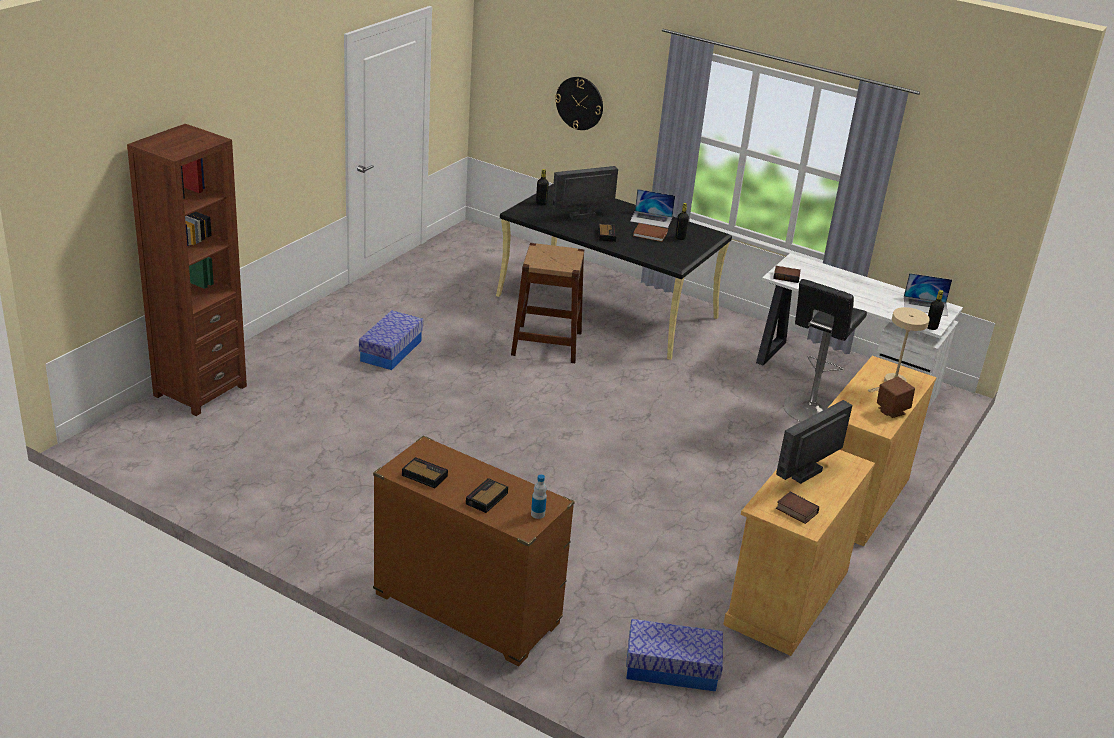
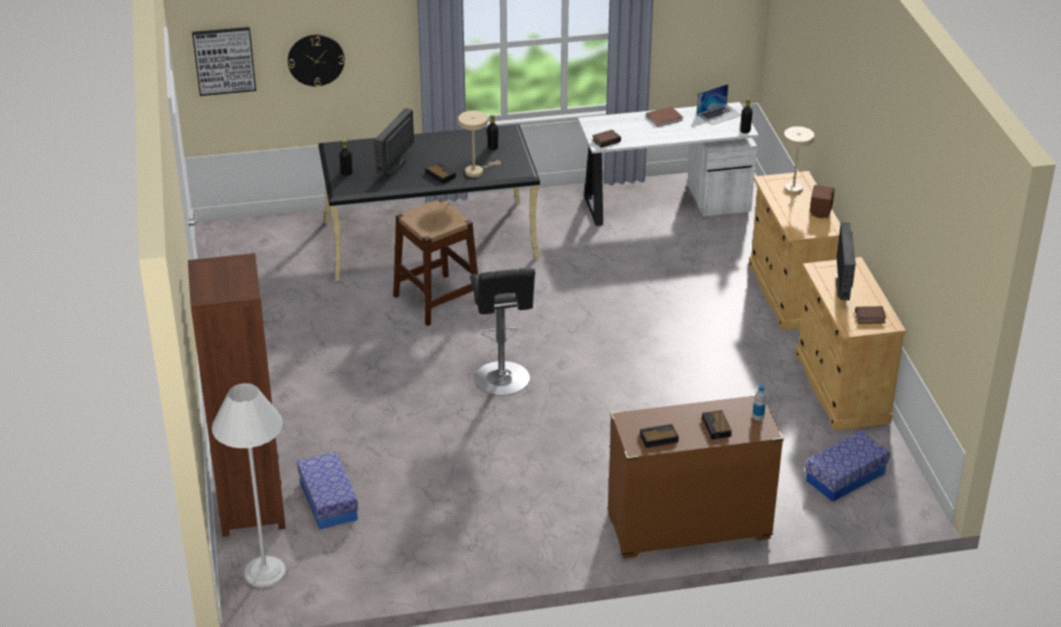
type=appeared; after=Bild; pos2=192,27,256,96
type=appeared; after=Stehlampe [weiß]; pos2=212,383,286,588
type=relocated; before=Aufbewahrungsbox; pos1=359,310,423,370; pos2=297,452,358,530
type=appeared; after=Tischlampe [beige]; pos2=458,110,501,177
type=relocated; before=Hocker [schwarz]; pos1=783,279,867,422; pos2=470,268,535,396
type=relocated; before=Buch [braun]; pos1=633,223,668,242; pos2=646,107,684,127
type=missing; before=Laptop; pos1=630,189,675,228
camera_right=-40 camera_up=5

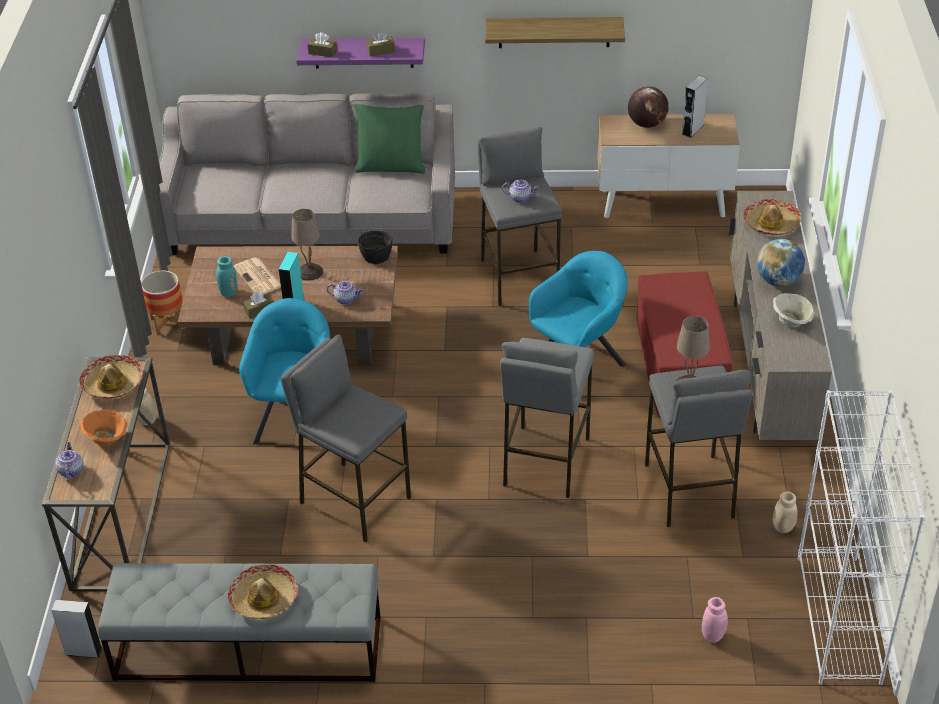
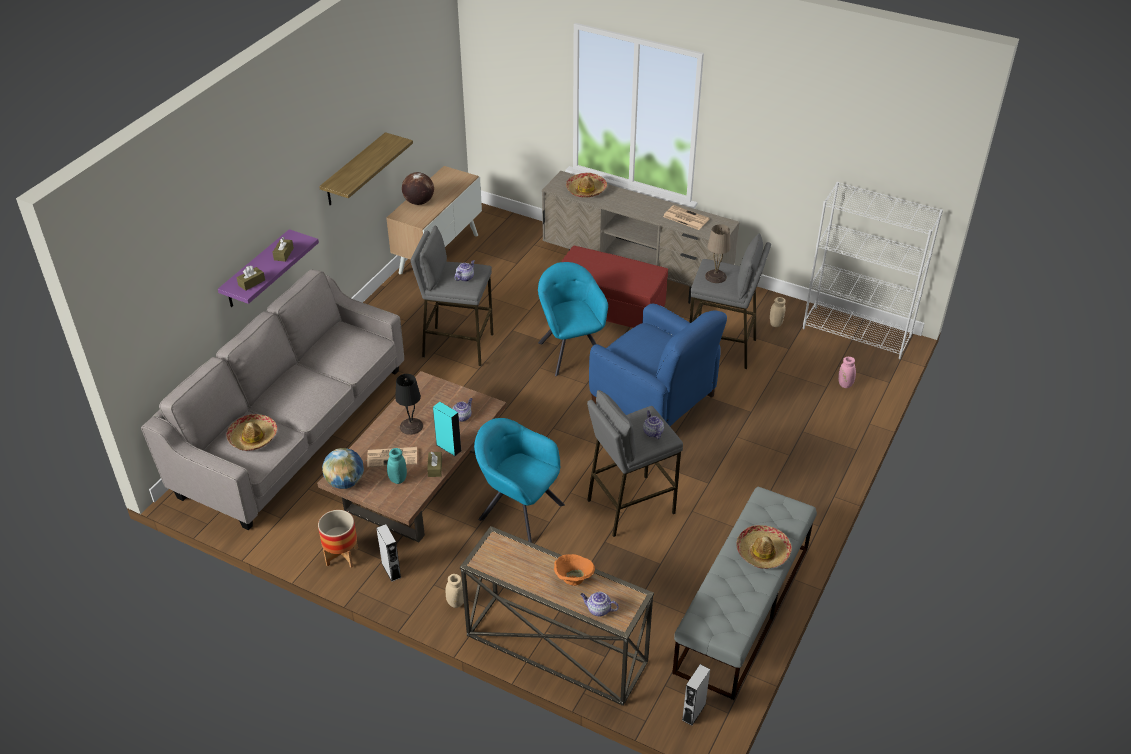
type=relocated; before=Hut; pos1=79,355,143,399; pos2=226,414,277,451
type=relocated; before=Globus; pos1=757,239,805,287; pos2=322,448,364,489
type=relocated; before=Lautsprecher [grau]; pos1=682,76,708,138; pos2=376,524,401,582
type=colour; before=Tischlampe [beige]; after=Tischlampe [schwarz]; pos1=291,209,323,281; pos2=395,374,423,435
type=exchanged; before=Hocker [grau]; after=Sessel [blau]; pos1=500,338,594,498; pos2=589,304,727,426
type=appeared; after=Teekanne; pos2=643,411,664,439
type=exchanged; before=Schüssel [beige]; after=Zeitung; pos1=773,293,815,327; pos2=663,205,710,230
type=missing; before=Kissen [grün]; pos1=354,104,425,174
type=missing; before=Schüssel [schwarz]; pos1=358,231,392,264
camera_right=-65 camera_up=0

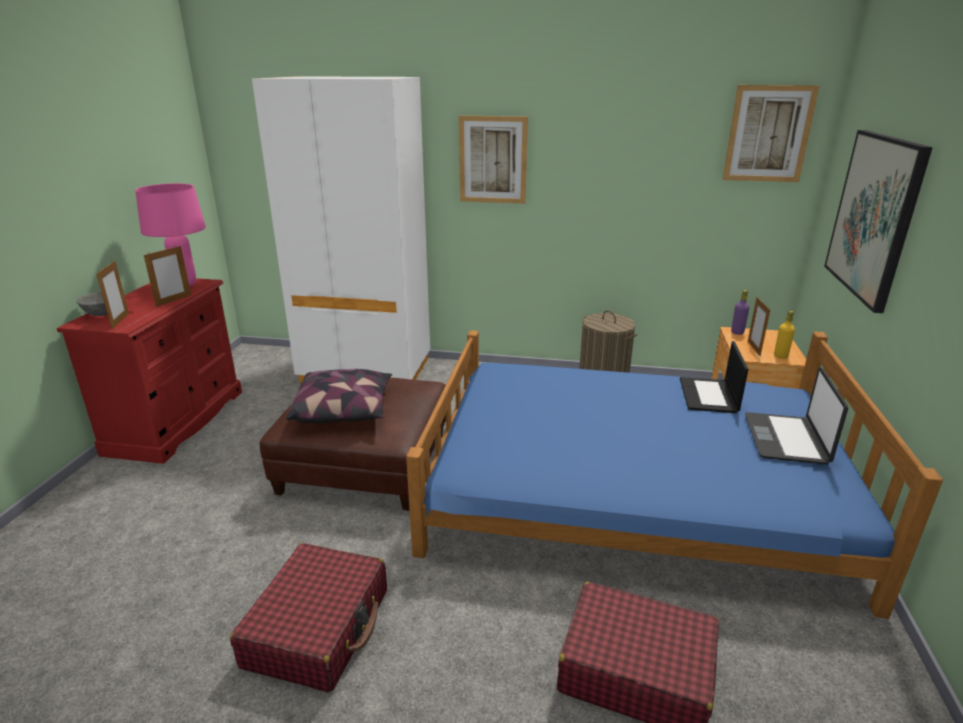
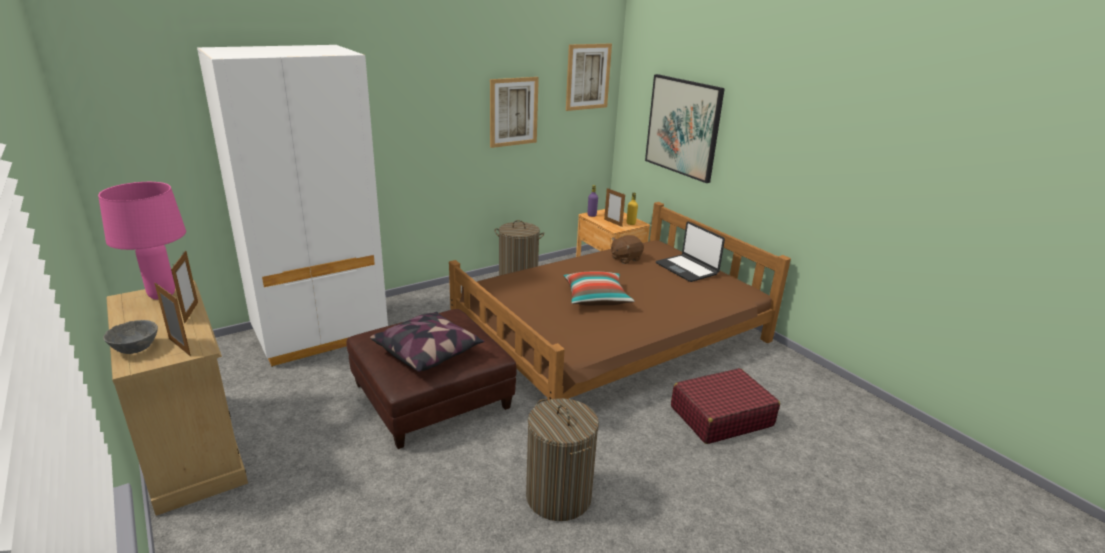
type=colour; before=Kommode [rot]; after=Kommode [beige]; pos1=57,278,242,464; pos2=106,280,248,516
type=colour; before=Bett [blau]; after=Bett [braun]; pos1=406,330,943,619; pos2=449,202,791,400
type=relocated; before=Bild; pos1=459,116,528,204; pos2=490,77,539,148
type=exchanged; before=Koffer [rot]; after=Wäschekorb; pos1=230,543,387,692; pos2=526,398,599,521
type=appeared; after=Kissen; pos2=563,272,634,306
type=exchanged; before=Laptop; after=Plüschtier [braun]; pos1=680,341,749,413; pos2=611,235,644,264
camera_right=-45 camera_up=0

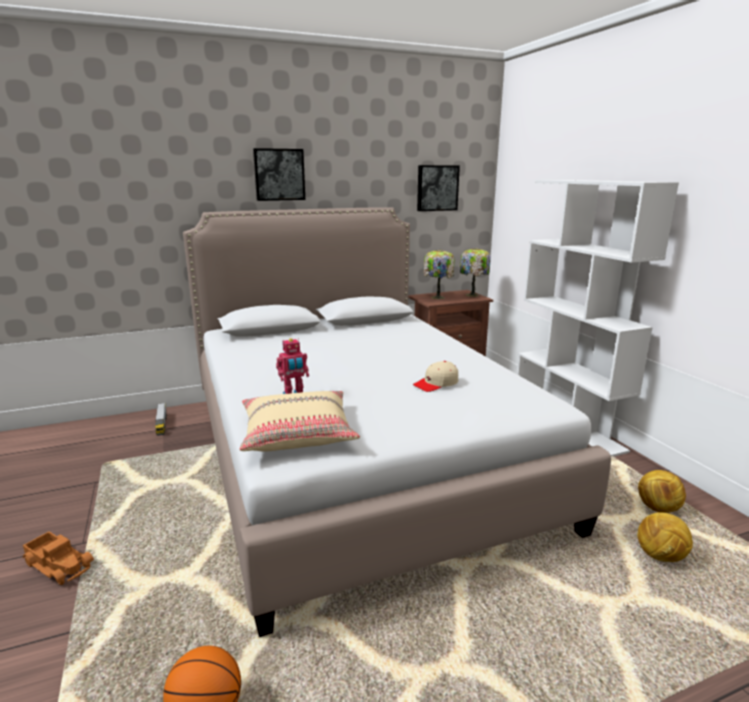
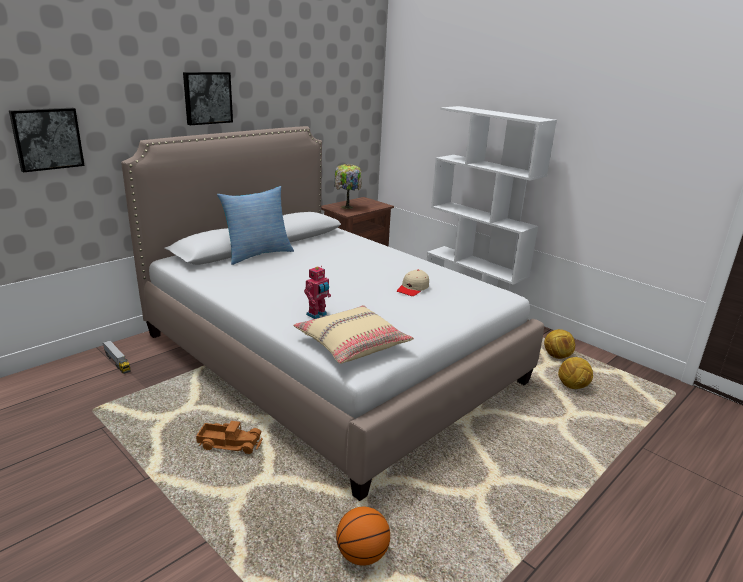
type=relocated; before=Bild; pos1=417,165,460,211; pos2=9,108,85,172
type=relocated; before=Spielzeuglaster; pos1=23,531,94,585; pos2=196,421,263,454
type=appeared; after=Kissen; pos2=217,186,294,265
type=missing; before=Tischlampe; pos1=460,248,491,297
camera_right=-25 camera_up=5

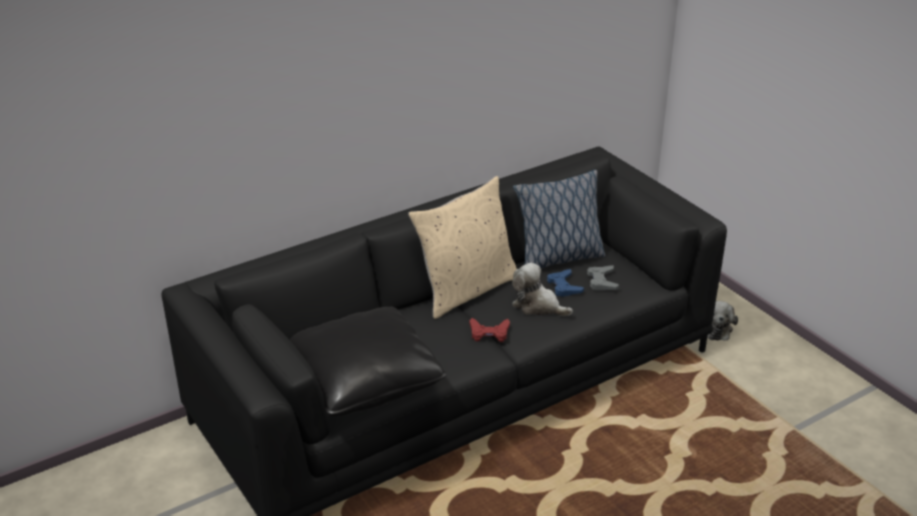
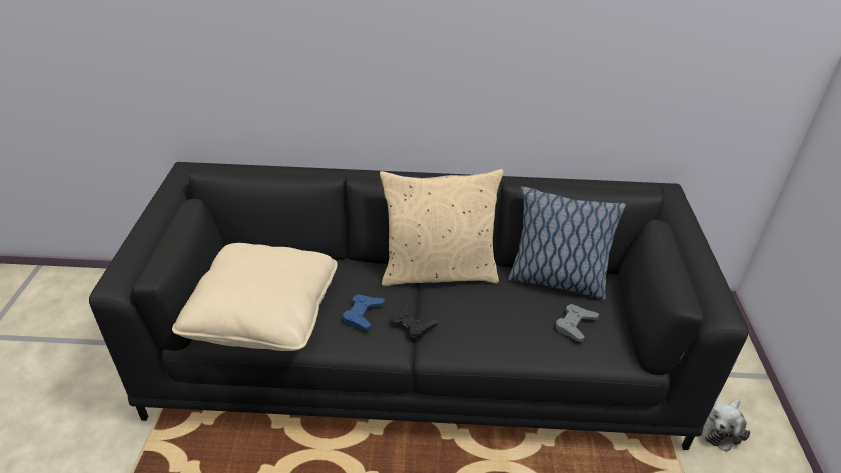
type=colour; before=Kissen [schwarz]; after=Kissen [beige]; pos1=290,307,447,417; pos2=172,243,338,351
type=relocated; before=Gamepad [blau]; pos1=547,269,584,297; pos2=343,294,385,330
type=colour; before=Gamepad [rot]; after=Gamepad [schwarz]; pos1=469,318,510,342; pos2=390,301,438,339
type=missing; before=Plüschtier; pos1=512,263,573,316
camera_right=35 camera_up=5

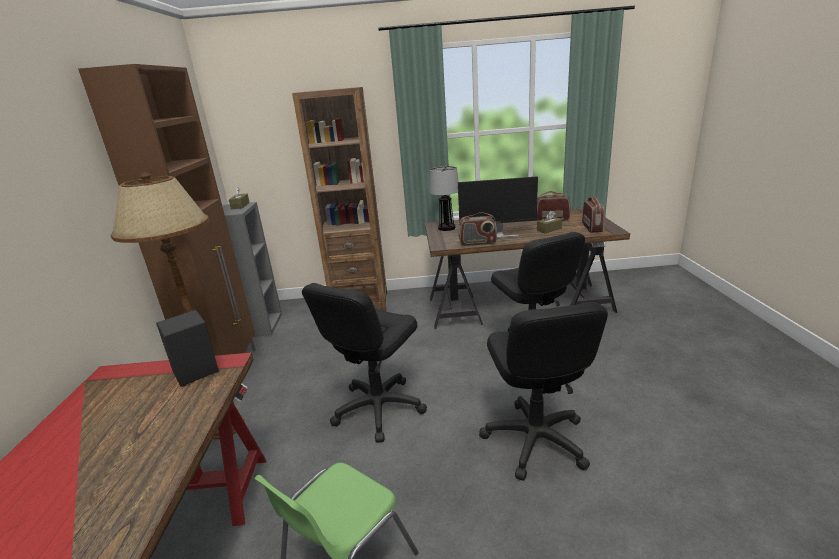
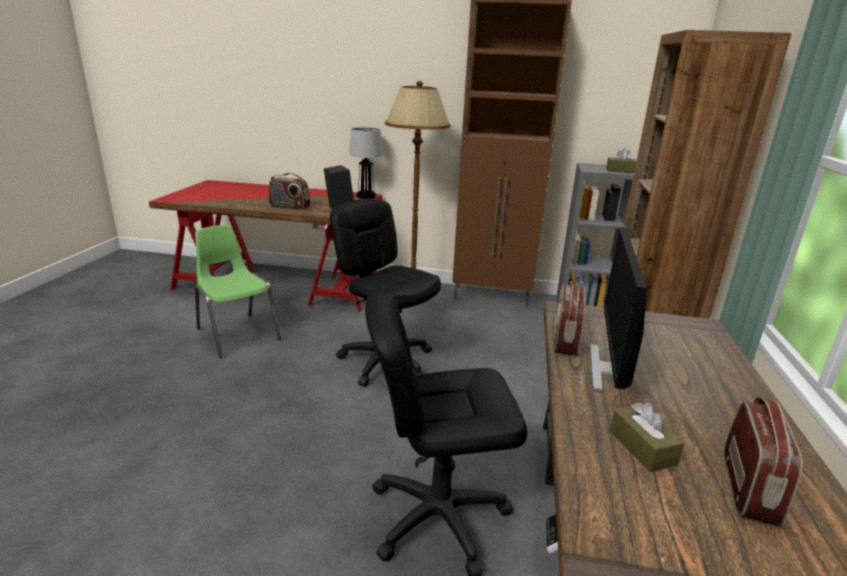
type=relocated; before=Radio; pos1=582,196,604,232; pos2=269,173,310,210
type=relocated; before=Tischlampe; pos1=430,166,459,231; pos2=349,127,383,199
type=missing; before=Bürostuhl [schwarz]; pos1=479,302,608,481
camera_right=100 camera_up=0

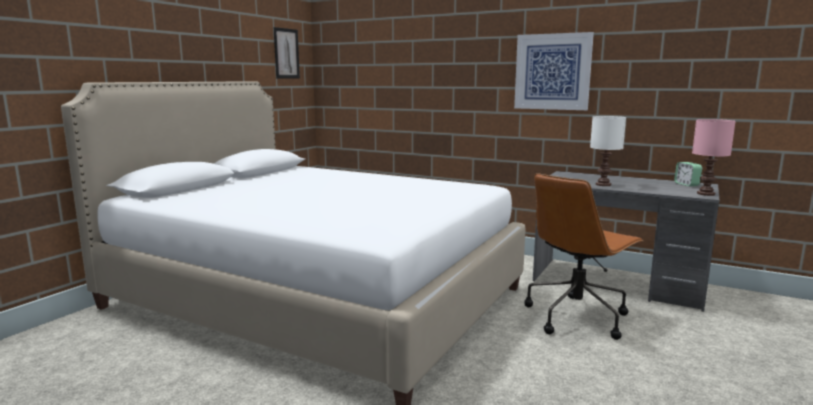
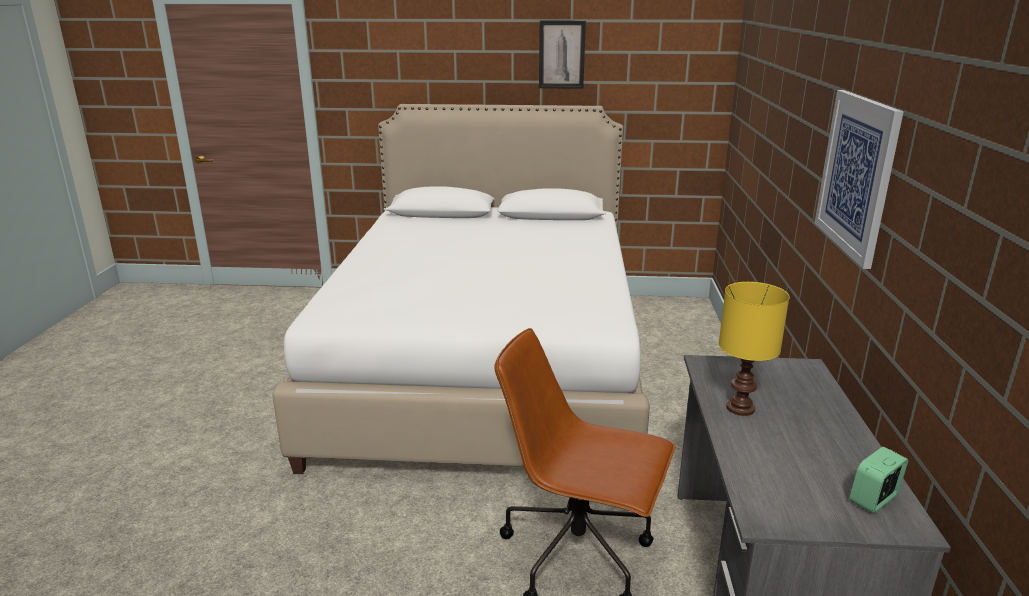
type=relocated; before=Bild; pos1=273,27,300,78; pos2=539,20,586,89
type=colour; before=Tischlampe [weiß]; after=Tischlampe [gelb]; pos1=590,116,626,186; pos2=719,282,790,416
type=missing; before=Tischlampe [rosa]; pos1=692,119,736,196
camera_right=65 camera_up=10

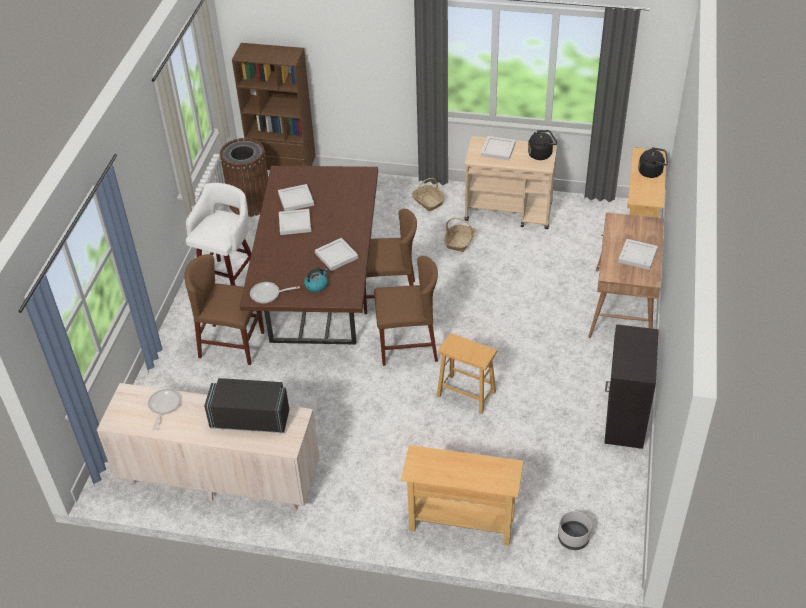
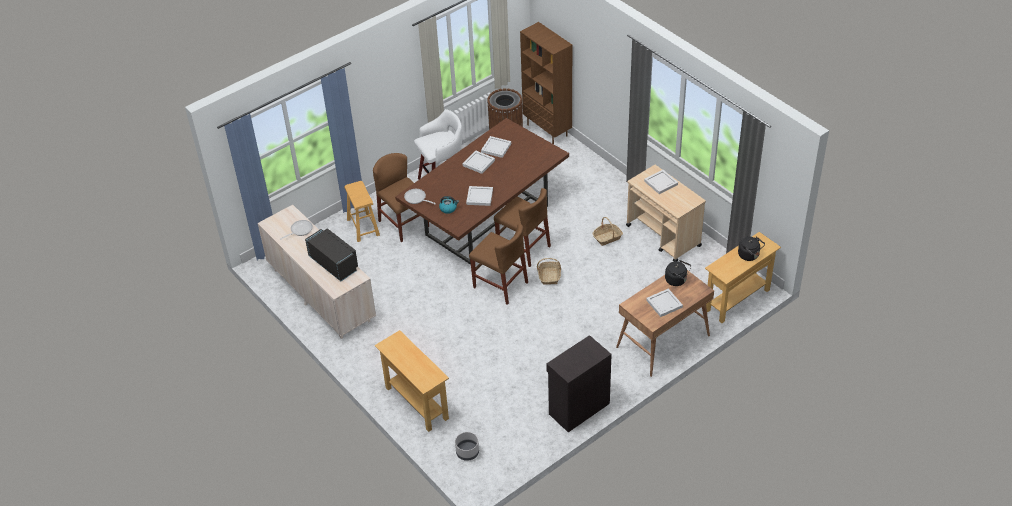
type=relocated; before=Hocker [braun]; pos1=437,334,497,414; pos2=344,181,380,242
type=relocated; before=Korb; pos1=412,178,445,211; pos2=537,258,561,285
type=relocated; before=Wasserkessel [schwarz]; pos1=528,130,557,160; pos2=665,260,691,286
camera_right=40 camera_up=0

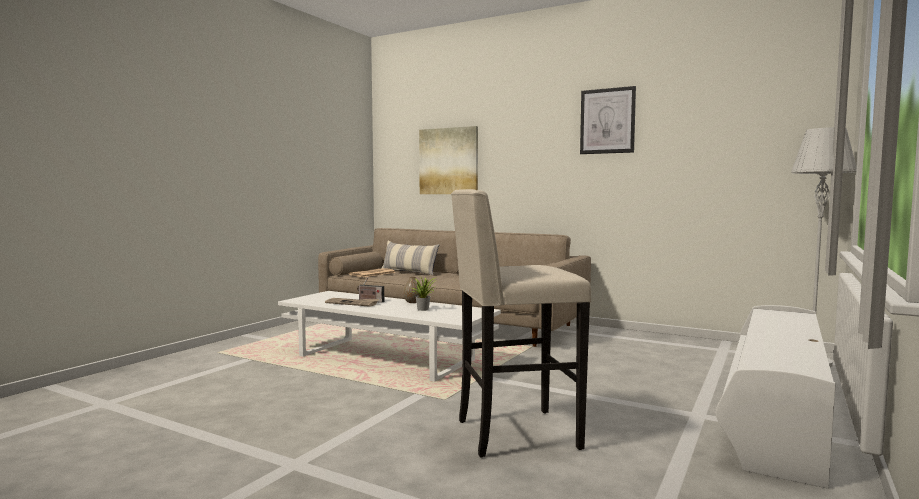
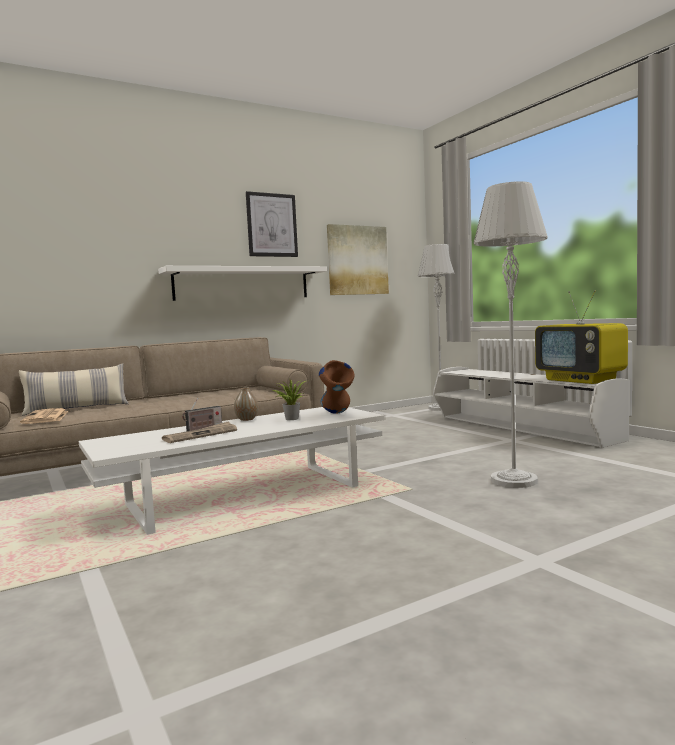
type=appeared; after=Wandregal [weiß]; pos2=158,266,327,301
type=appeared; after=Vase [braun]; pos2=319,360,354,414
type=relocated; before=Bild; pos1=419,126,478,194; pos2=327,224,389,295
type=exchanged; before=Hocker [beige]; after=Stehlampe [grau]; pos1=451,189,591,458; pos2=473,181,548,488
type=appeared; after=Fernseher; pos2=535,290,628,384
camera_right=-60 camera_up=0

